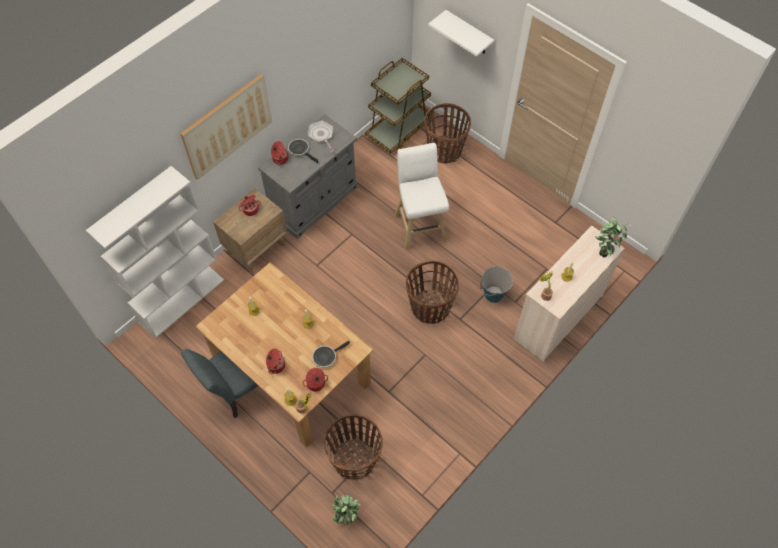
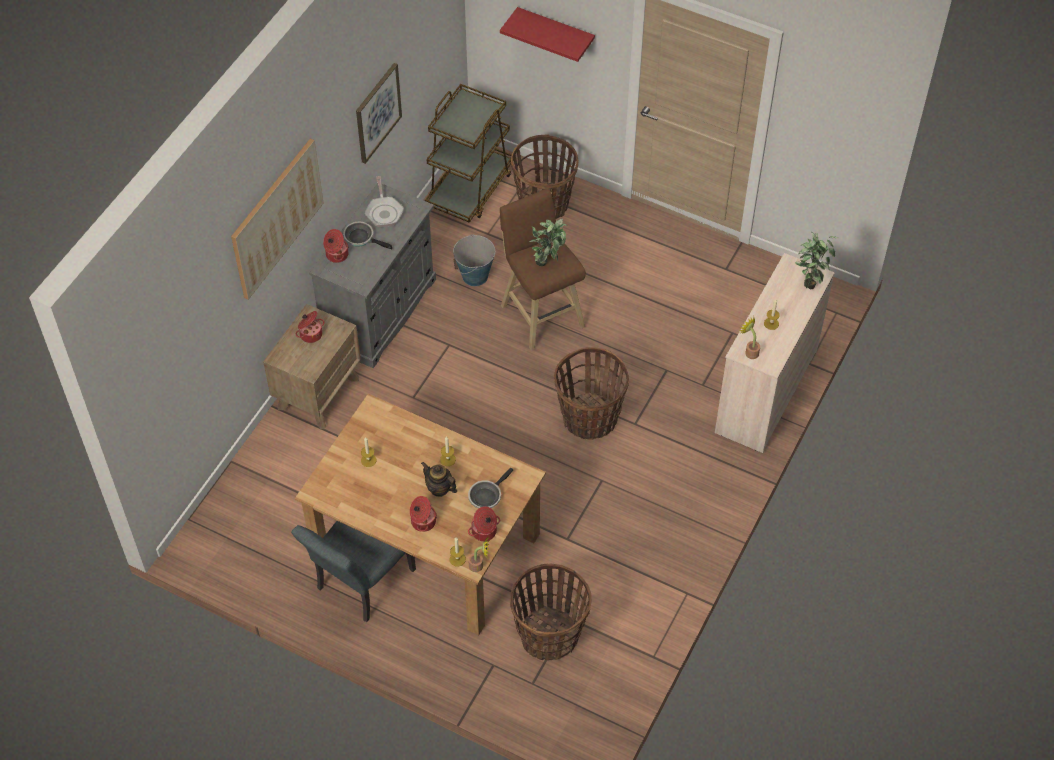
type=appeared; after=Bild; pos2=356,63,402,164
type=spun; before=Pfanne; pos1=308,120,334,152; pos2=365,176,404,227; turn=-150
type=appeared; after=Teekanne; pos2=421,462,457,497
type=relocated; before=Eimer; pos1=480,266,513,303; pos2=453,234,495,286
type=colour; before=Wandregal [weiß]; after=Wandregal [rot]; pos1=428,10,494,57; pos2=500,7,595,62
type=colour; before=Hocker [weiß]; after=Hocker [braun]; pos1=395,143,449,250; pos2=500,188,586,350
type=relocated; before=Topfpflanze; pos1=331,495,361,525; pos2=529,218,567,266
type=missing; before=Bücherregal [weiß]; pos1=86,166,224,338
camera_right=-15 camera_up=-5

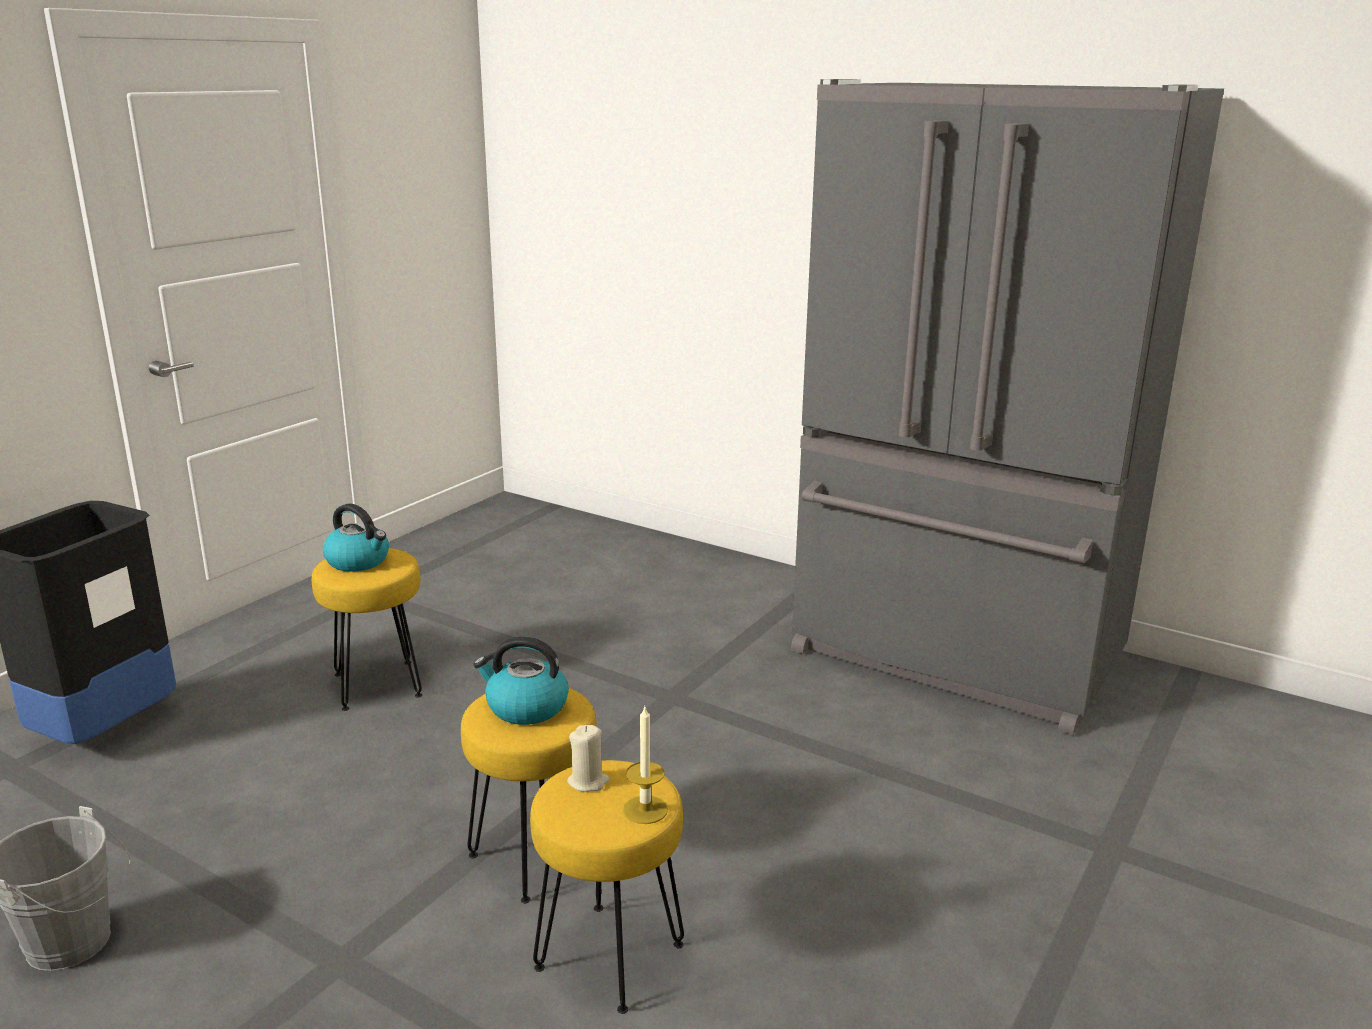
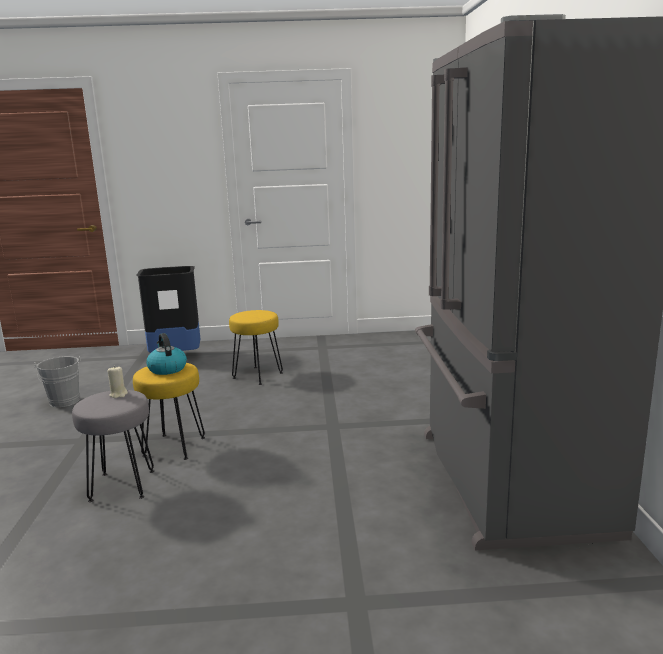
type=colour; before=Hocker [gelb]; after=Hocker [grau]; pos1=530,760,684,1014; pos2=72,390,154,502
type=missing; before=Wasserkessel; pos1=323,504,389,572
type=missing; before=Kerze; pos1=623,707,668,824
camera_right=55 camera_up=-5

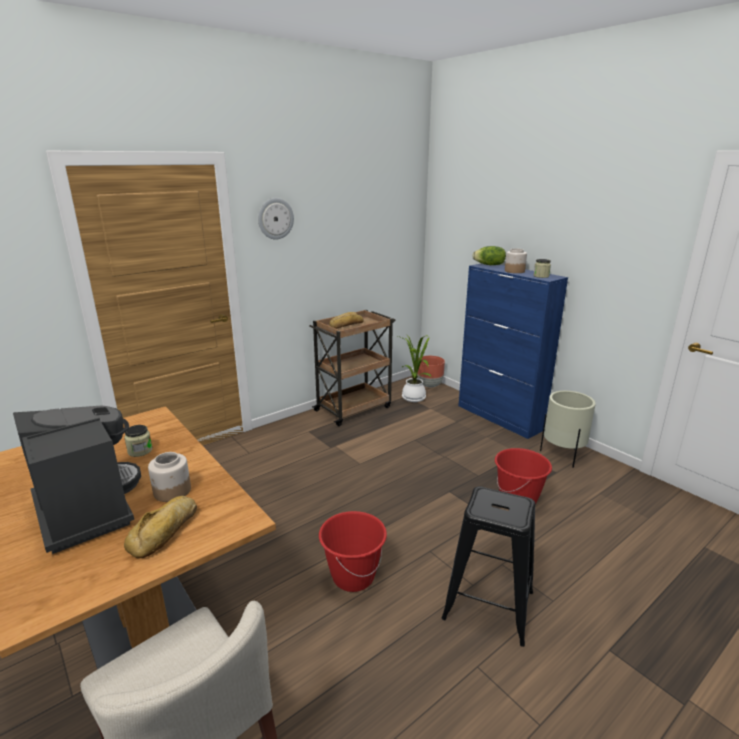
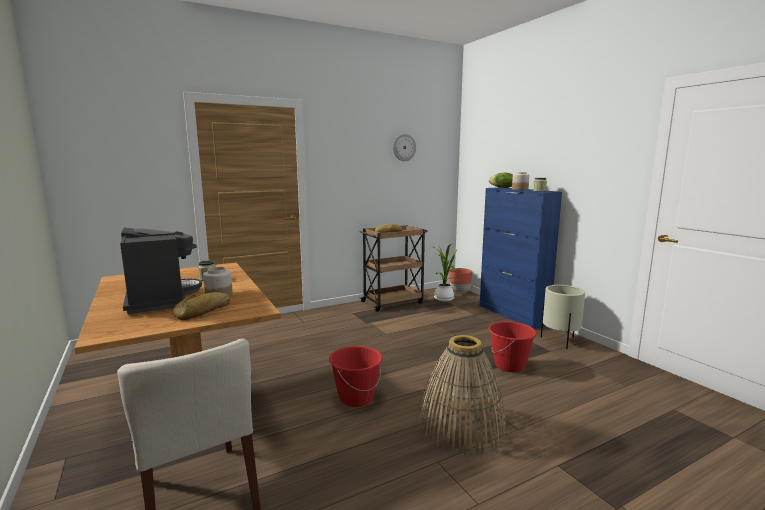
type=relocated; before=Wanduhr; pos1=258,198,294,239; pos2=393,134,416,161
type=exchanged; before=Hocker [schwarz]; after=Korb; pos1=442,486,535,647; pos2=420,335,506,455
camera_right=10 camera_up=-10

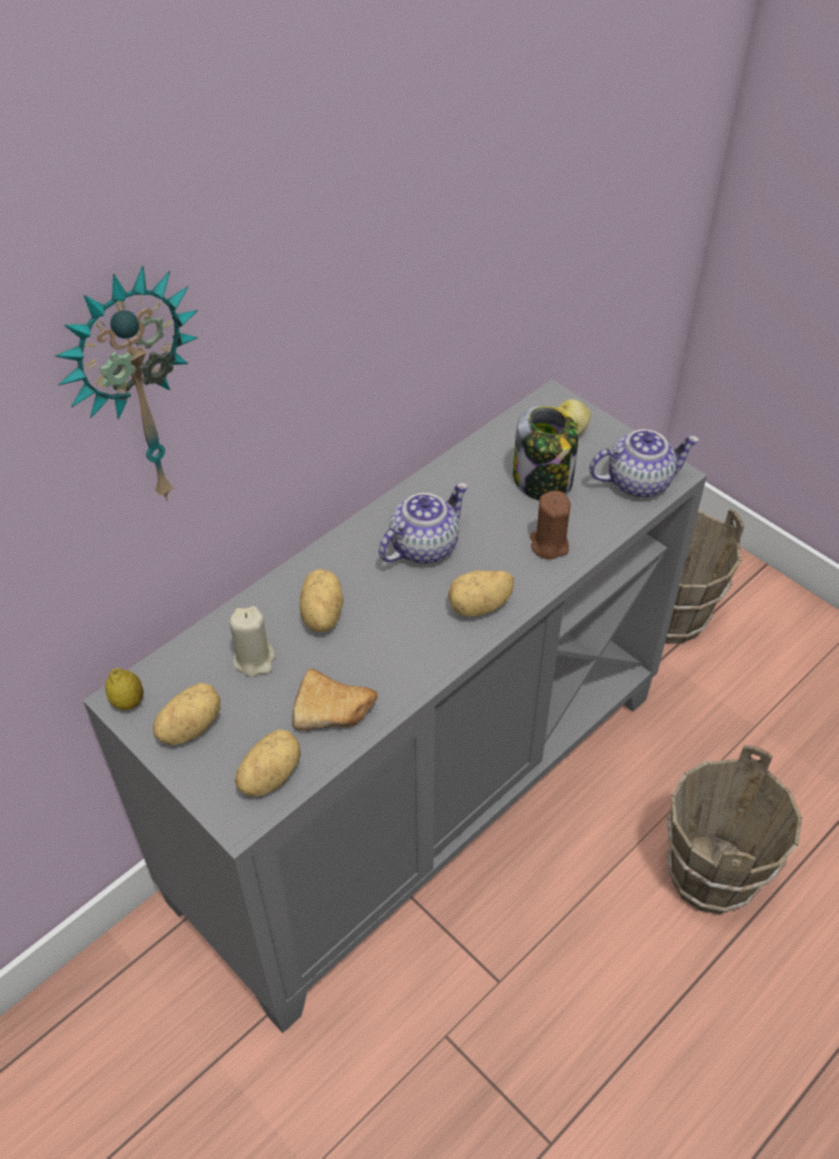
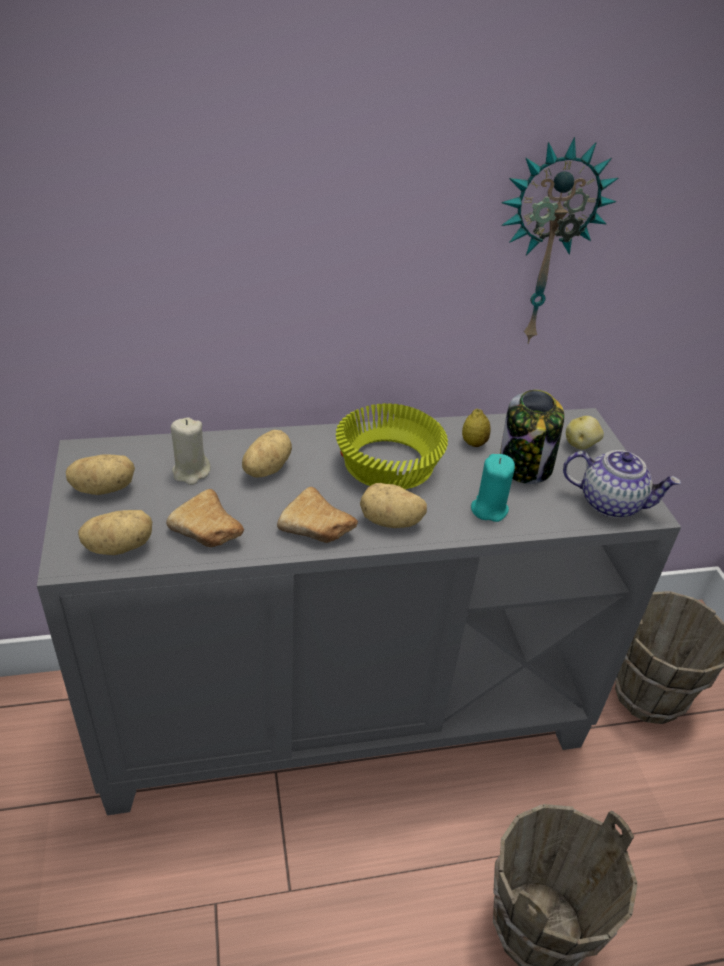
type=appeared; after=Brot; pos2=277,487,358,543
type=exchanged; before=Teekanne; after=Schüssel [gelb]; pos1=379,483,468,564; pos2=336,403,448,489
type=relocated; before=Zitrone; pos1=105,668,144,710; pos2=462,409,491,447
type=colour; before=Kerze [braun]; after=Kerze [türkis]; pos1=530,491,571,559; pos2=471,454,515,522
type=relocated; before=Wanduhr; pos1=55,265,198,501; pos2=501,137,619,344
camera_right=30 camera_up=-10

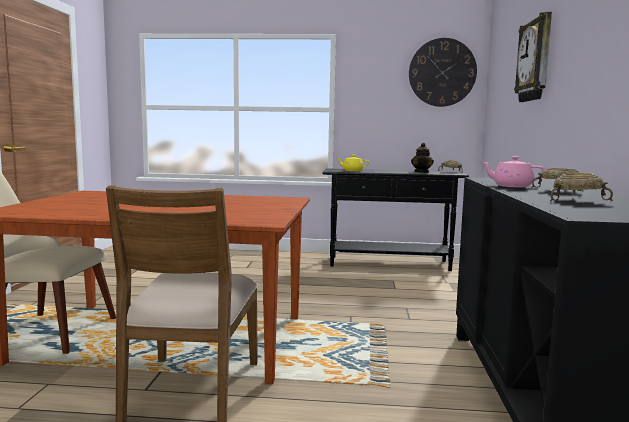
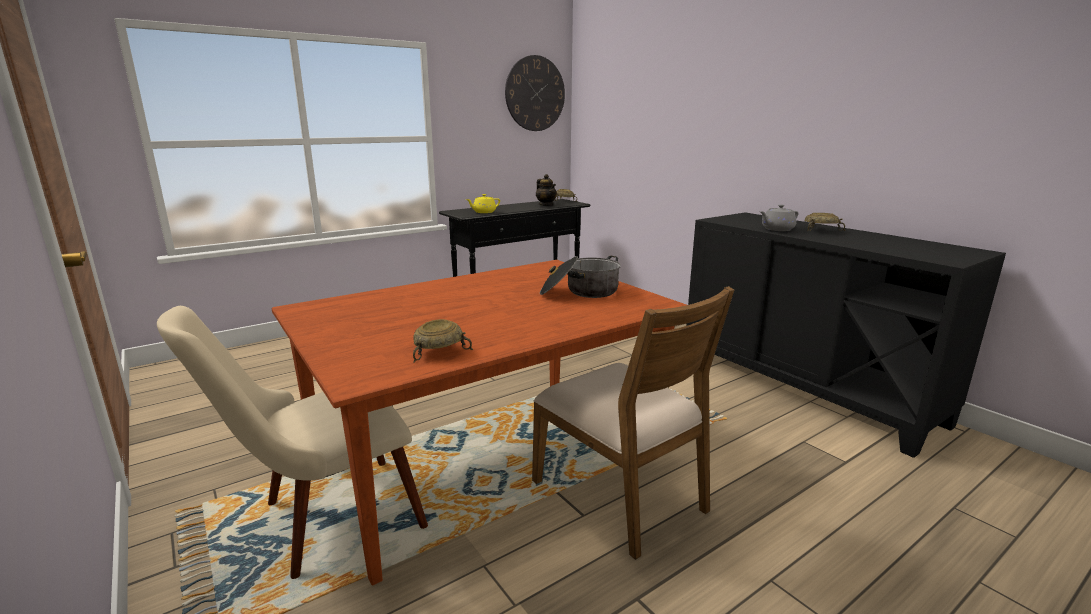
type=relocated; before=Schüssel [beige]; pos1=550,173,613,201; pos2=413,319,473,363
type=appeared; after=Kochtopf; pos2=540,256,621,298
type=colour; before=Teekanne [rosa]; after=Teekanne [grau]; pos1=482,156,546,187; pos2=761,204,798,231
type=missing; before=Wanduhr; pos1=514,12,552,102
camera_right=-40 camera_up=10

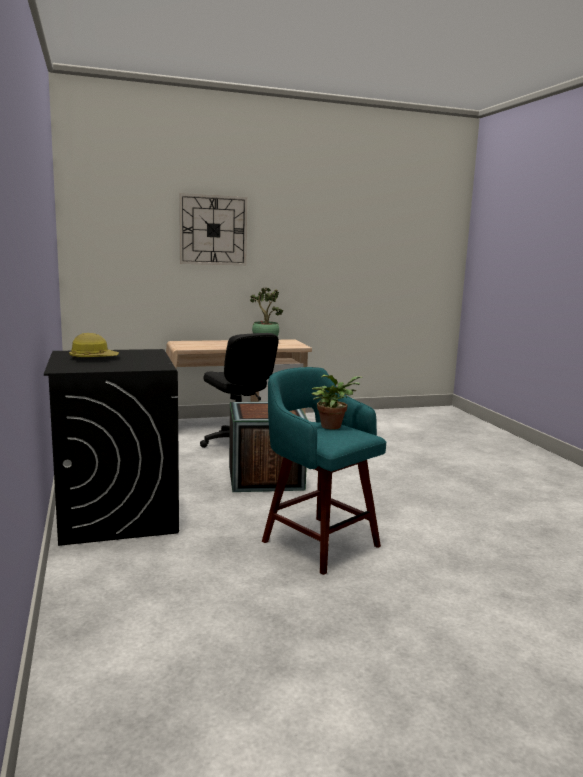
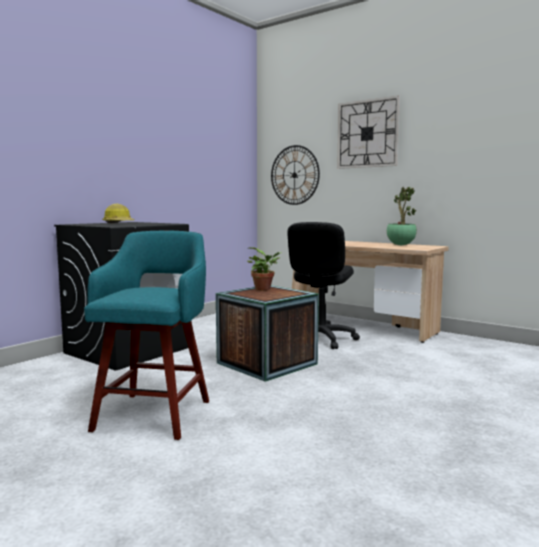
type=relocated; before=Topfpflanze; pos1=311,375,363,430; pos2=247,247,282,291
type=appeared; after=Wanduhr; pos2=271,145,320,205
camera_right=55 camera_up=-5

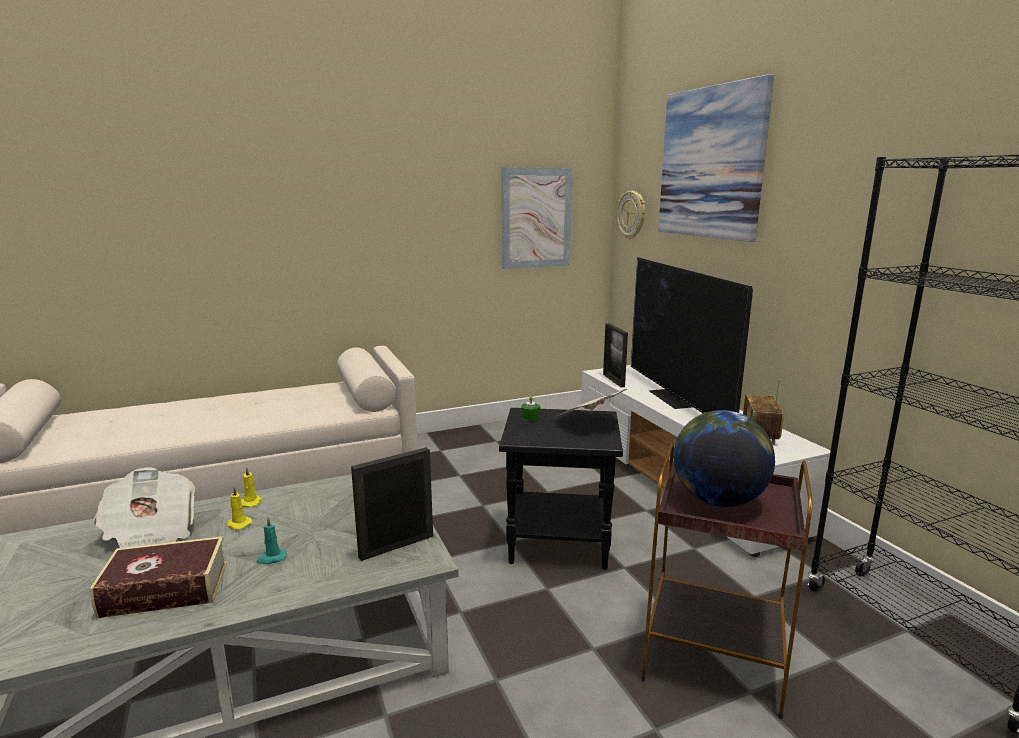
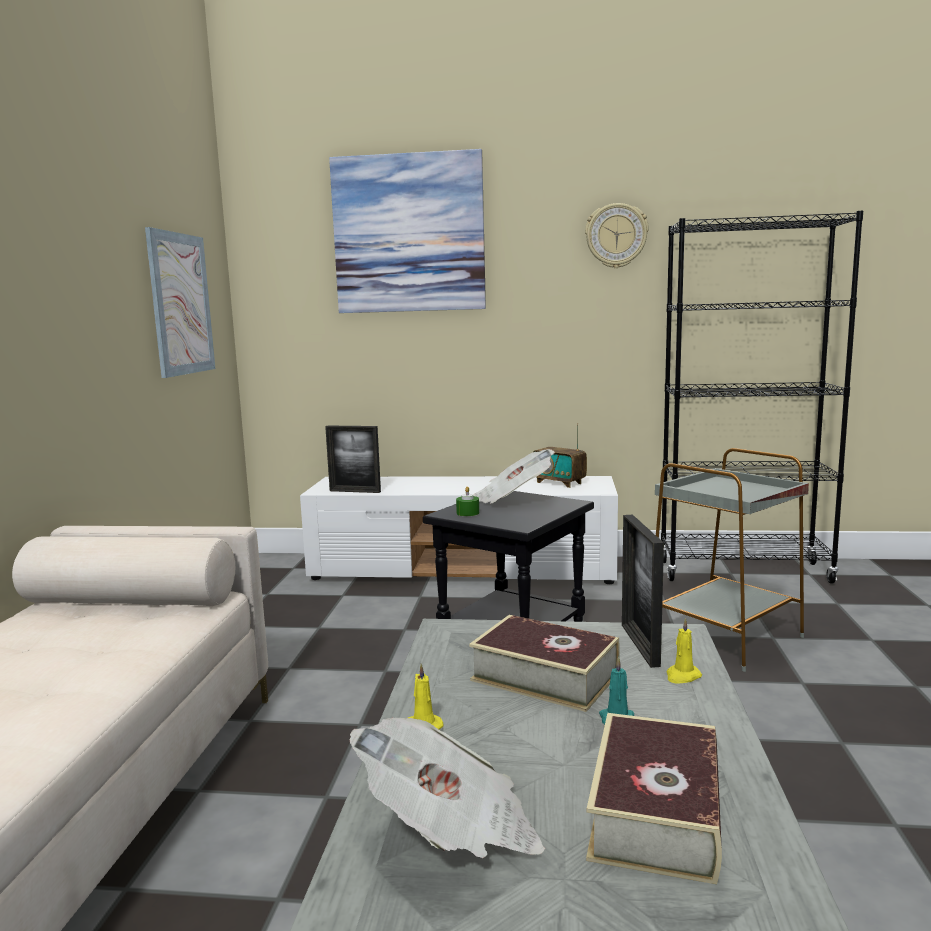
type=appeared; after=Buch; pos2=469,615,620,712
type=relocated; before=Wanduhr; pos1=617,191,645,239; pos2=585,203,649,268
type=colour; before=Beistelltisch [braun]; after=Beistelltisch [grau]; pos1=641,442,812,719; pos2=655,448,809,672
type=relocated; before=Kerze [gelb]; pos1=227,487,252,530; pos2=666,618,702,684
type=missing; before=Fernseher; pos1=631,257,753,413
type=missing; before=Globus; pos1=674,410,775,507
camera_right=-60 camera_up=-5

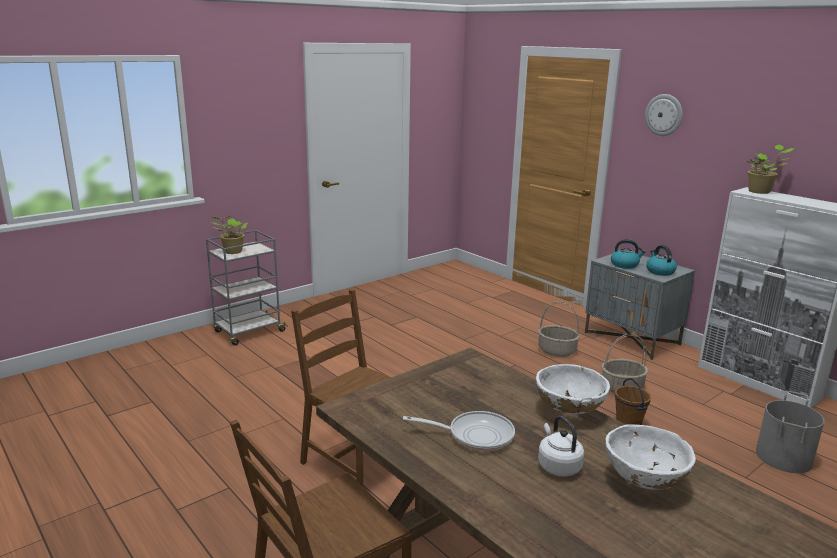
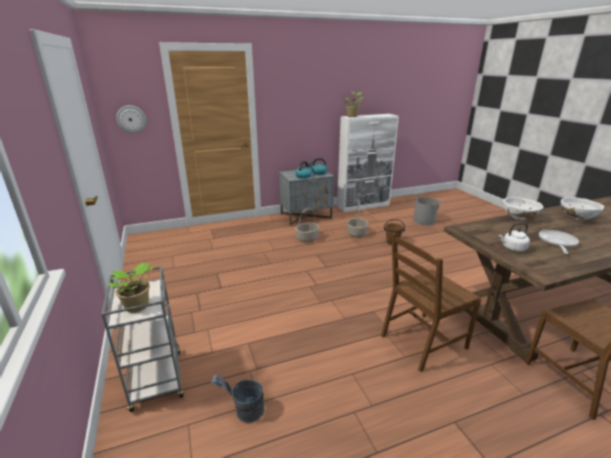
type=relocated; before=Wanduhr; pos1=645,94,683,136; pos2=116,105,147,133
type=appeared; after=Eimer [grau]; pos2=211,374,265,423
type=relocated; before=Wasserkessel [weiß]; pos1=538,416,584,476; pos2=499,223,530,252
camera_right=-70 camera_up=5

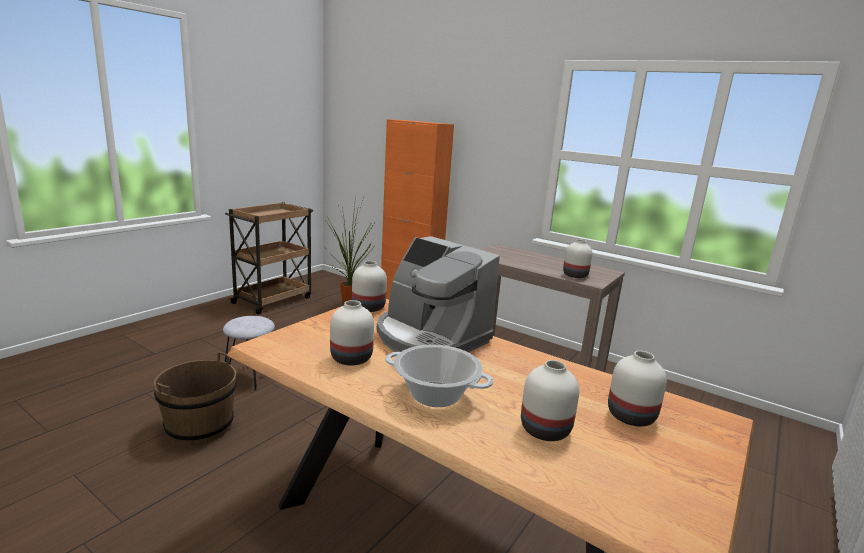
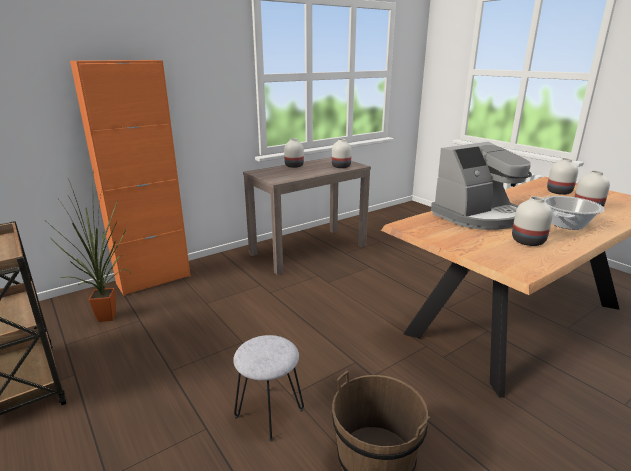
type=relocated; before=Vase [weiß]; pos1=352,261,387,312; pos2=284,138,304,168
camera_right=-70 camera_up=5

